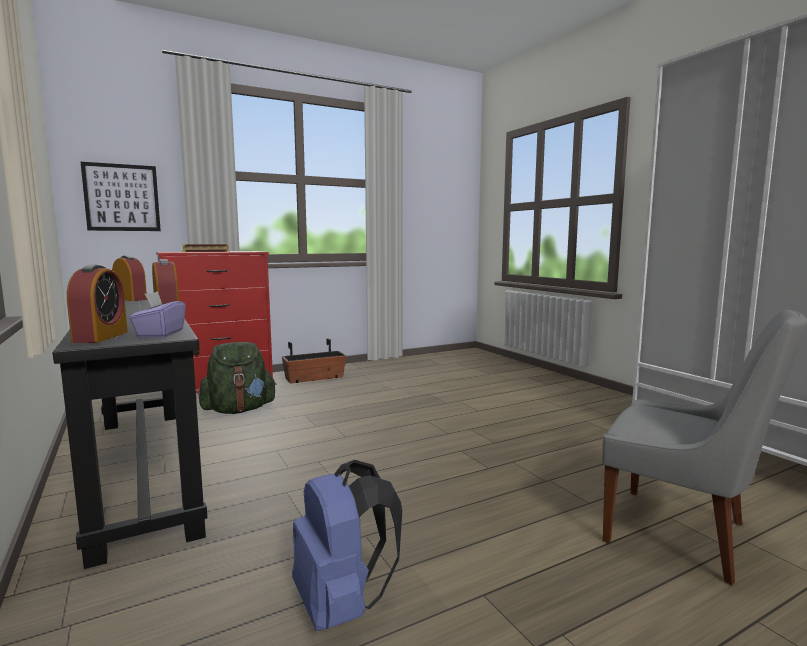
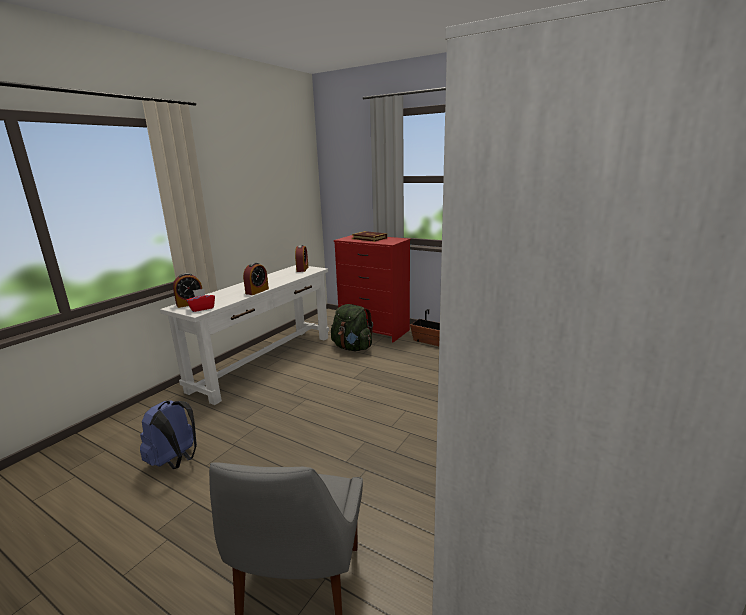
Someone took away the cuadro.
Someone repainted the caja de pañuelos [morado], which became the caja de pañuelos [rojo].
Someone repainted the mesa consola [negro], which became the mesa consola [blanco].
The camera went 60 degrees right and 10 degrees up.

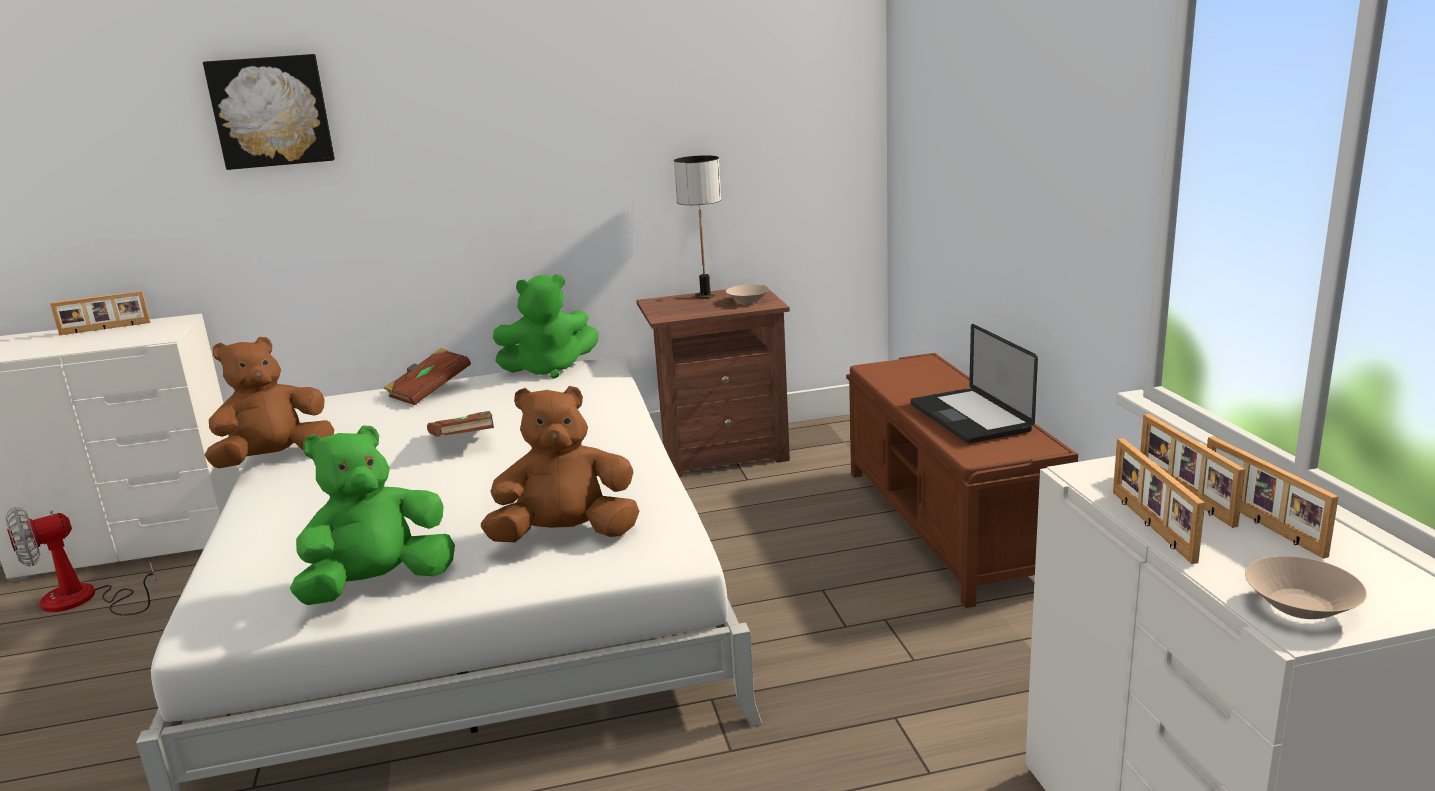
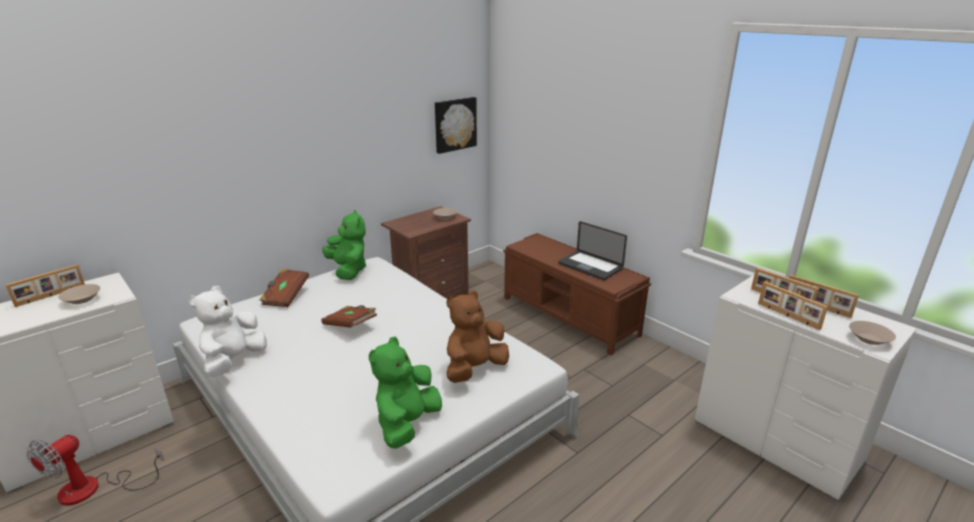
Someone carried the cuadro.
Someone took away the lámpara de mesa.
Someone rotated the peluche [verde] (2nd from left in the first image) by 75 degrees counterclockwise.
Someone repainted the peluche [marrón] (1st from left), which became the peluche [blanco].
Someone put down the cuenco [beis] (1st from left).
The camera went 30 degrees left and 5 degrees up.

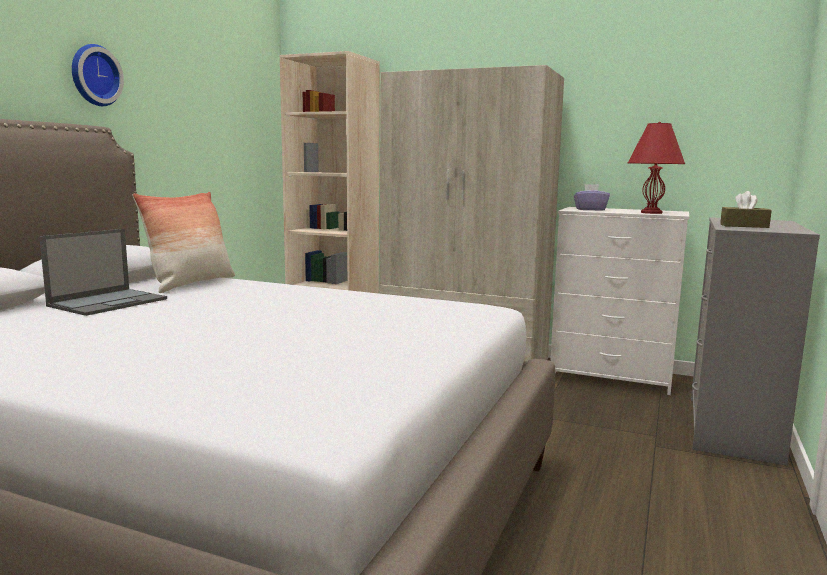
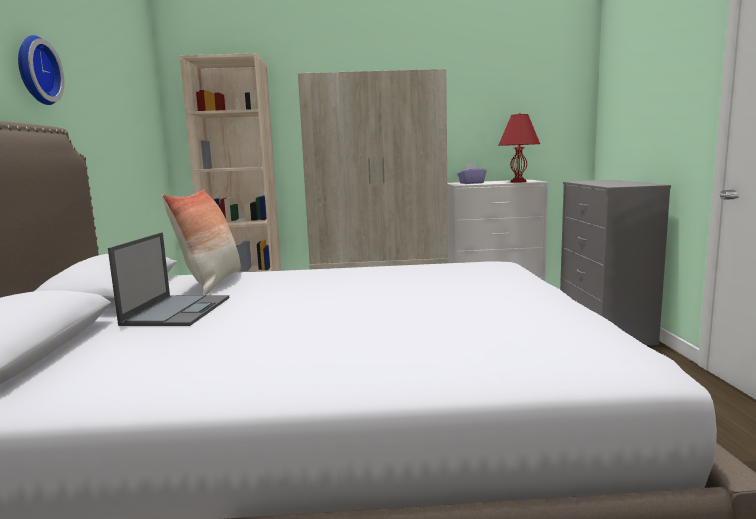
Someone took away the caja de pañuelos [marrón].
The camera went 25 degrees left and 0 degrees up.

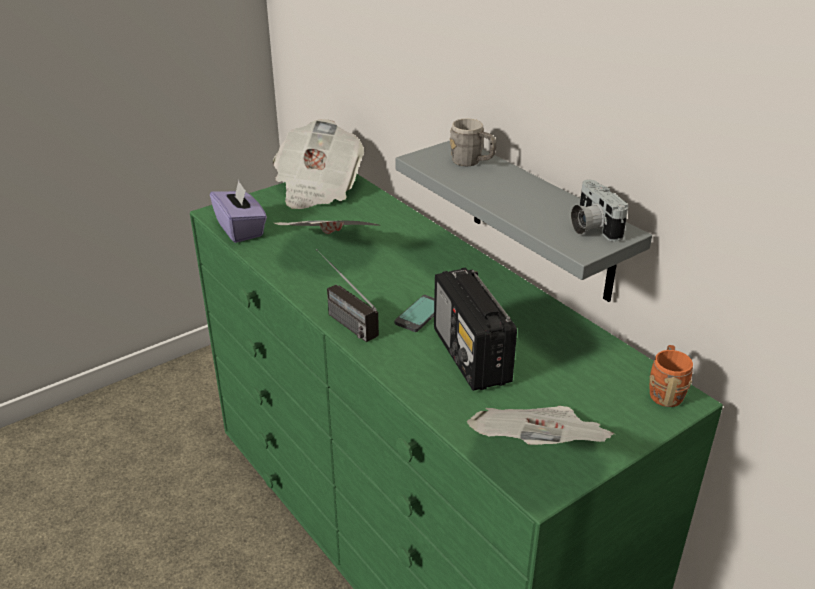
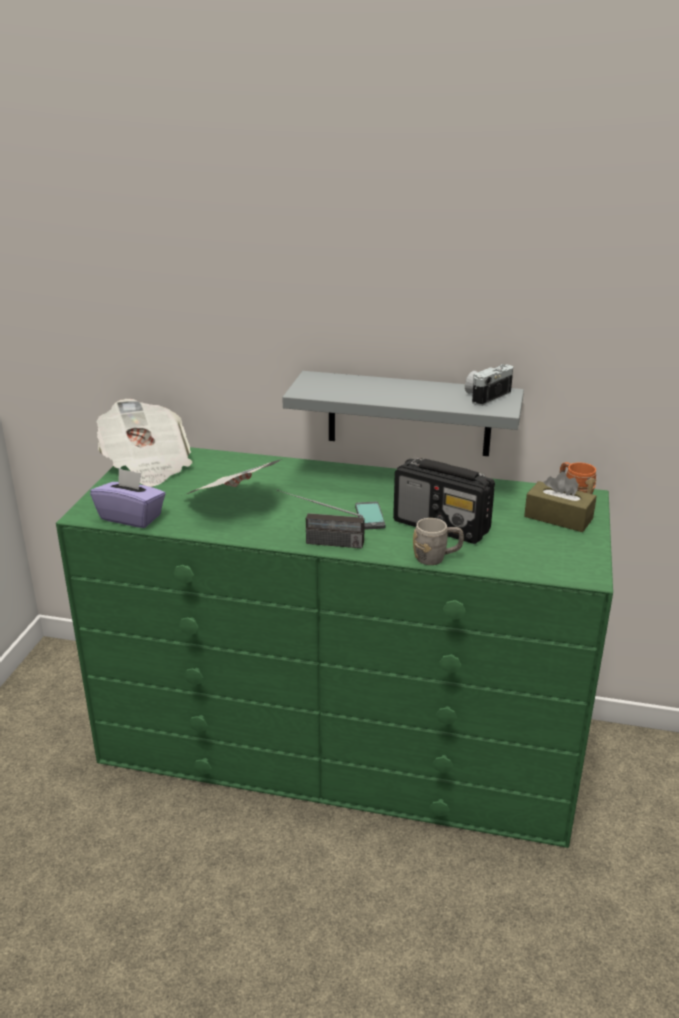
Someone carried the taza grande [gris].
Someone rotated the cámara by 105 degrees clockwise.
Someone took away the periódico (3rd from left).
Someone put down the caja de pañuelos [marrón].
The camera went 40 degrees left and 5 degrees down.

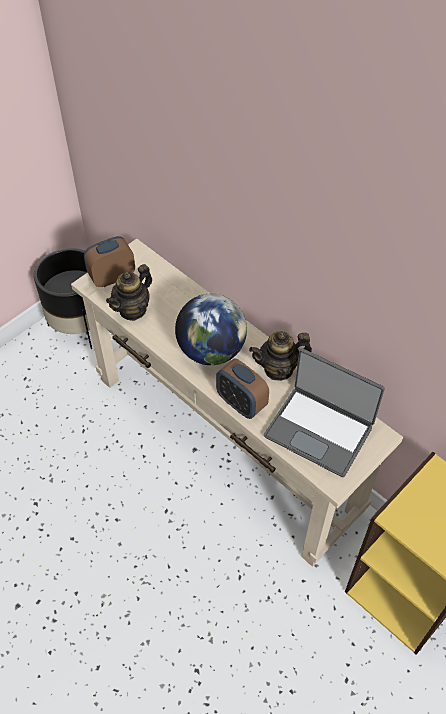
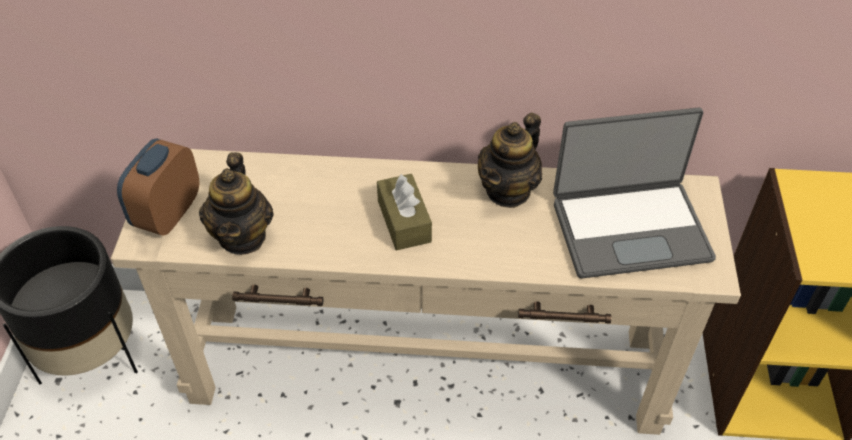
Someone swapped the globo terráqueo for the caja de pañuelos [marrón].
Someone took away the despertador (2nd from left).
The camera went 40 degrees left and 5 degrees down.

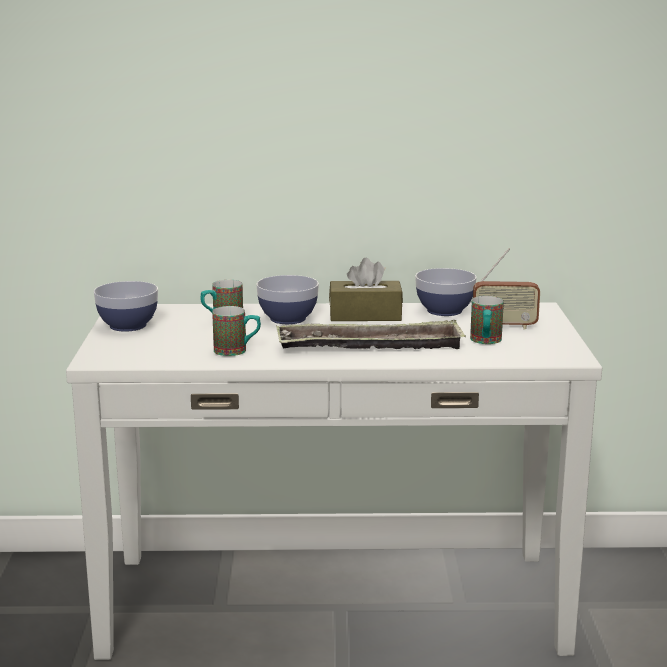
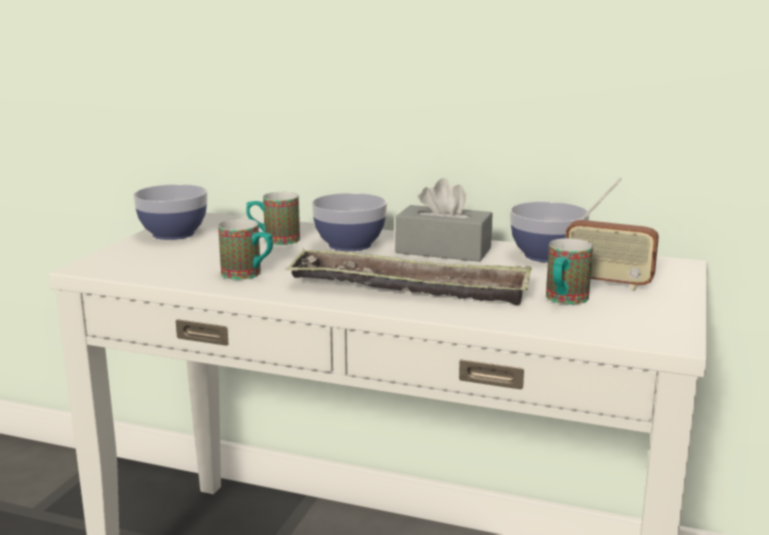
Someone repainted the caja de pañuelos [marrón], which became the caja de pañuelos [gris].
The camera went 20 degrees right and 0 degrees up.

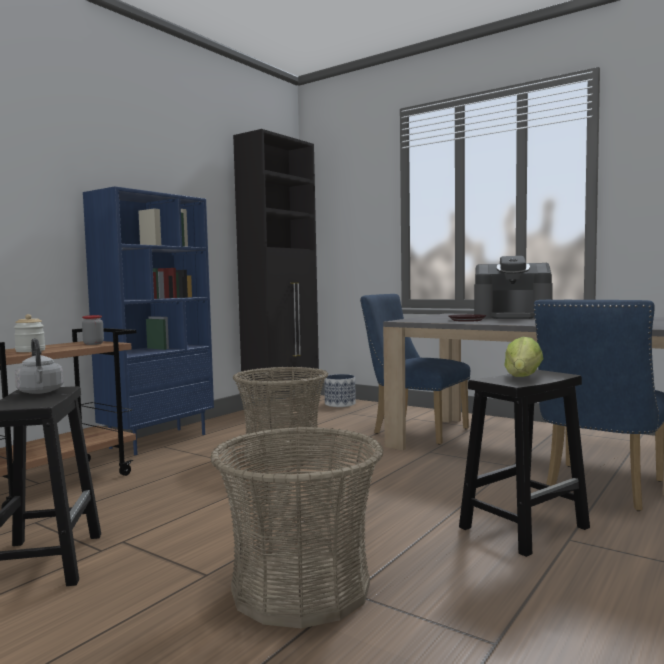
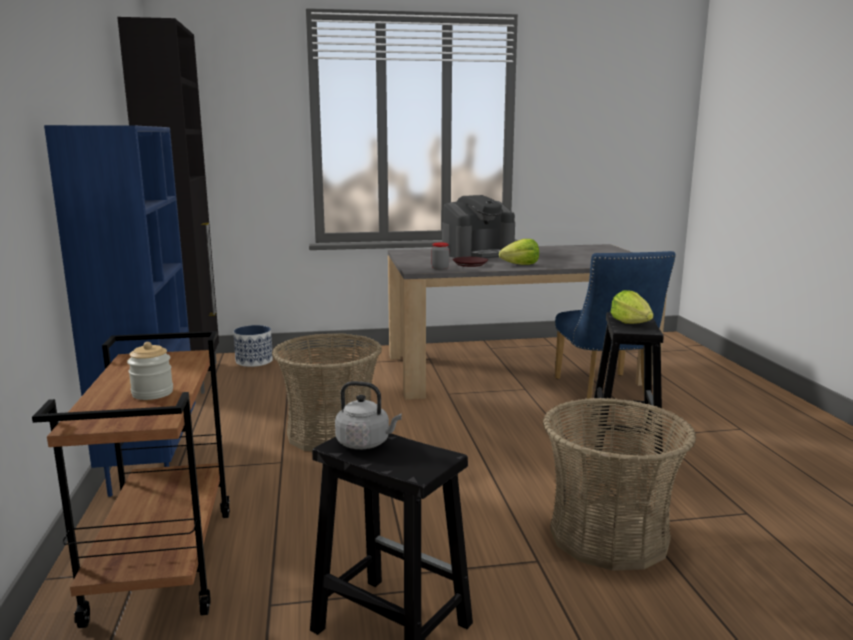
Someone took away the silla [azul] (1st from left).
Someone carried the tarro (2nd from left).
Someone put down the lechuga (1st from left).
The camera went 45 degrees left and 10 degrees up.

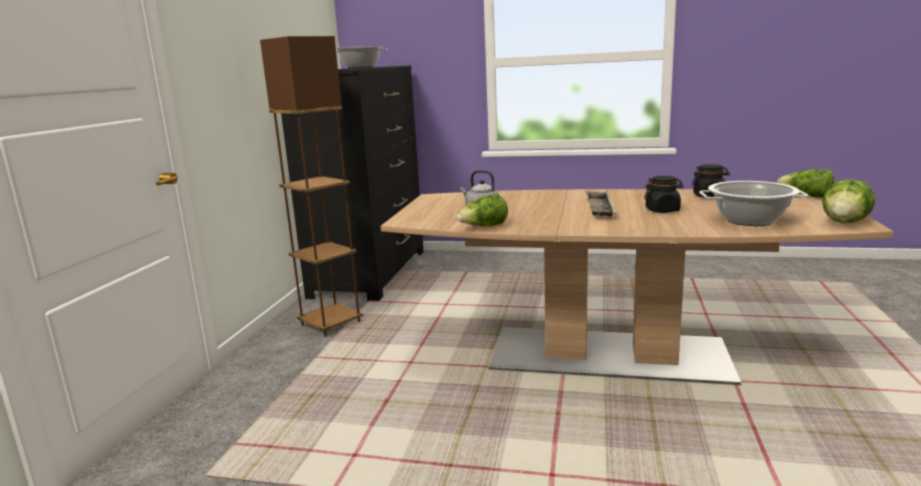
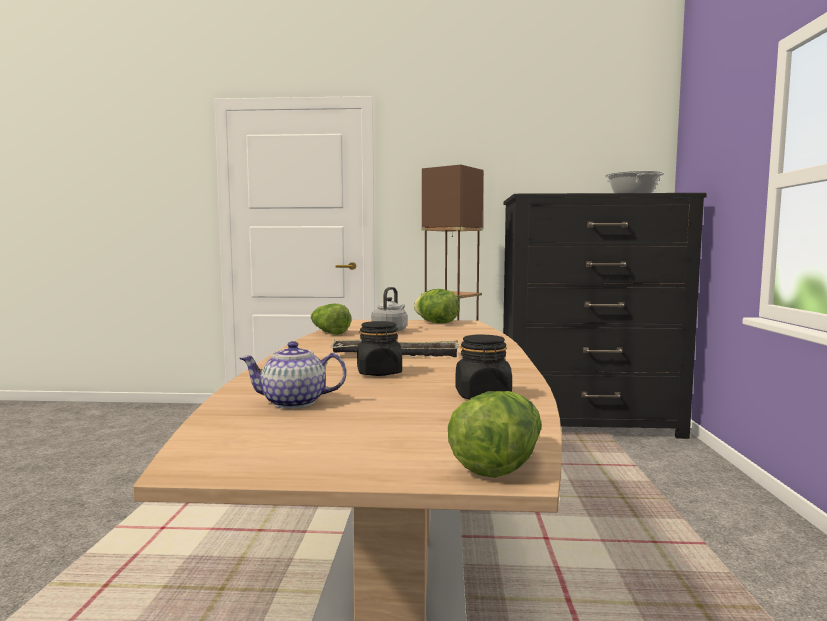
Someone carried the lechuga (3rd from left in the first image).
Someone swapped the olla (2nd from left) for the tetera.
The camera went 80 degrees right and 10 degrees down.

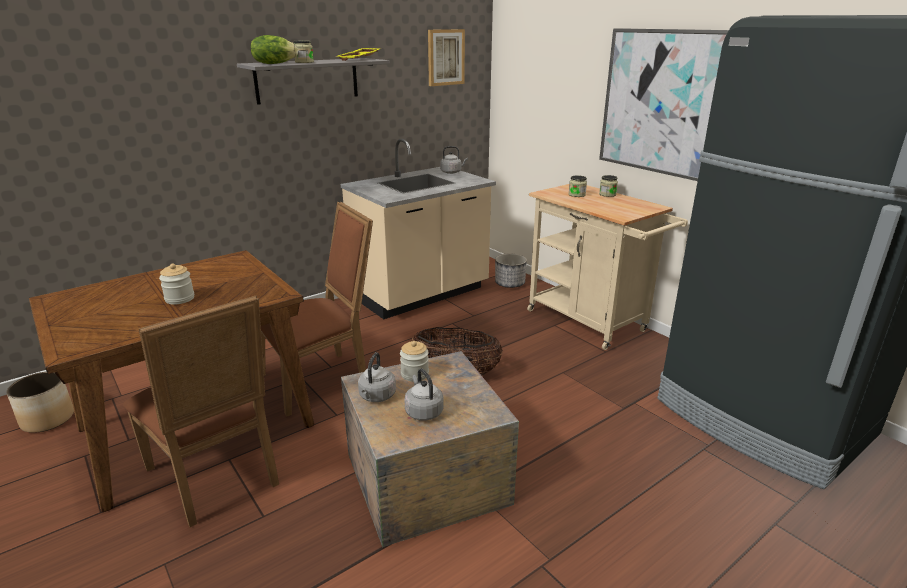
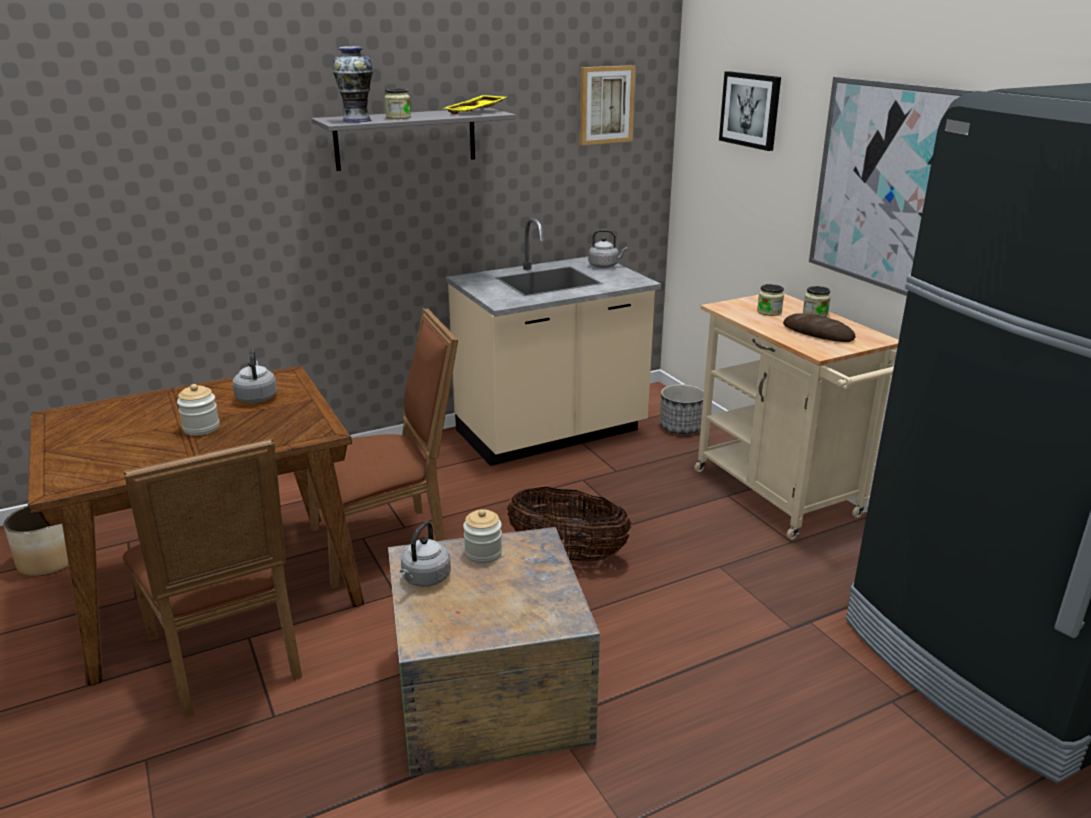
Someone swapped the lechuga for the florero.
Someone carried the hervidor [gris] (2nd from left in the first image).
Someone put up the cuadro (2nd from left).
Someone put down the pan.
The camera went 10 degrees right and 0 degrees up.

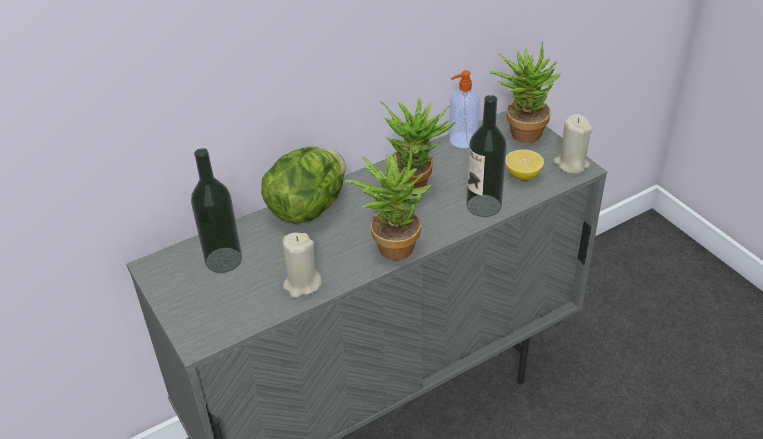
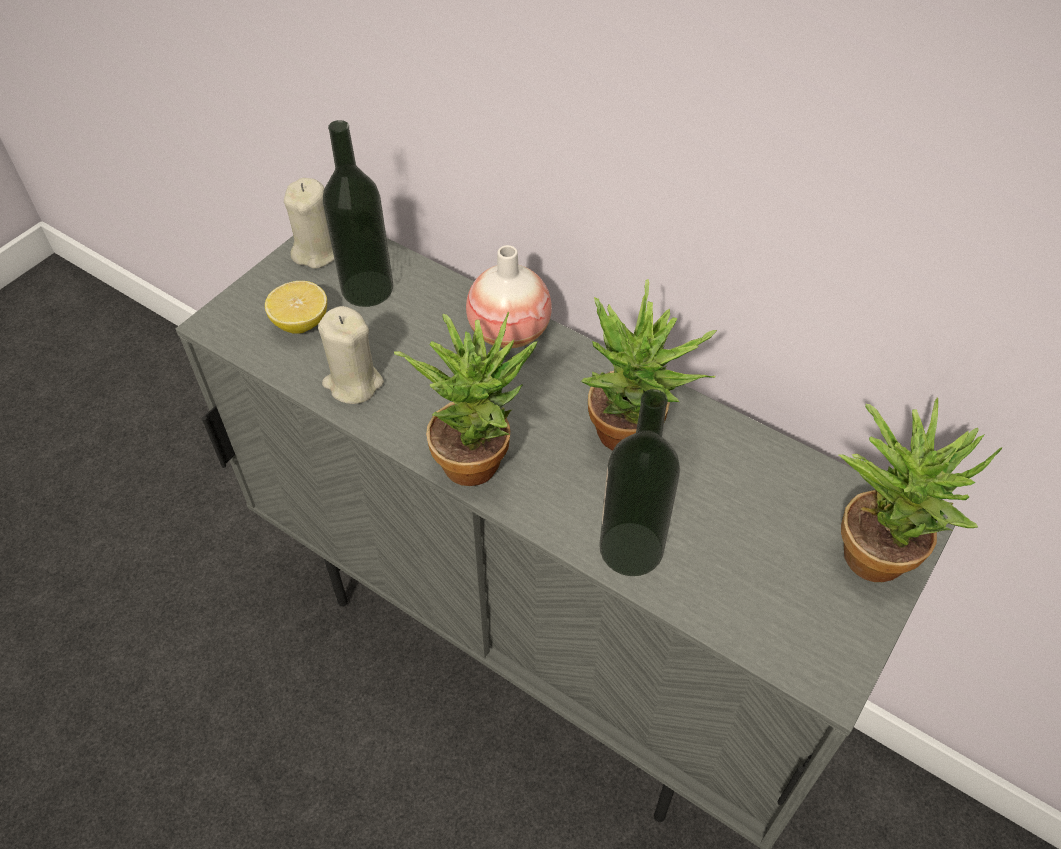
Someone took away the dispensador de jabón.
Someone carried the vela [beis] (2nd from left in the first image).
Someone swapped the lechuga for the florero.
Someone carried the limón.
The camera went 65 degrees right and 10 degrees up.

